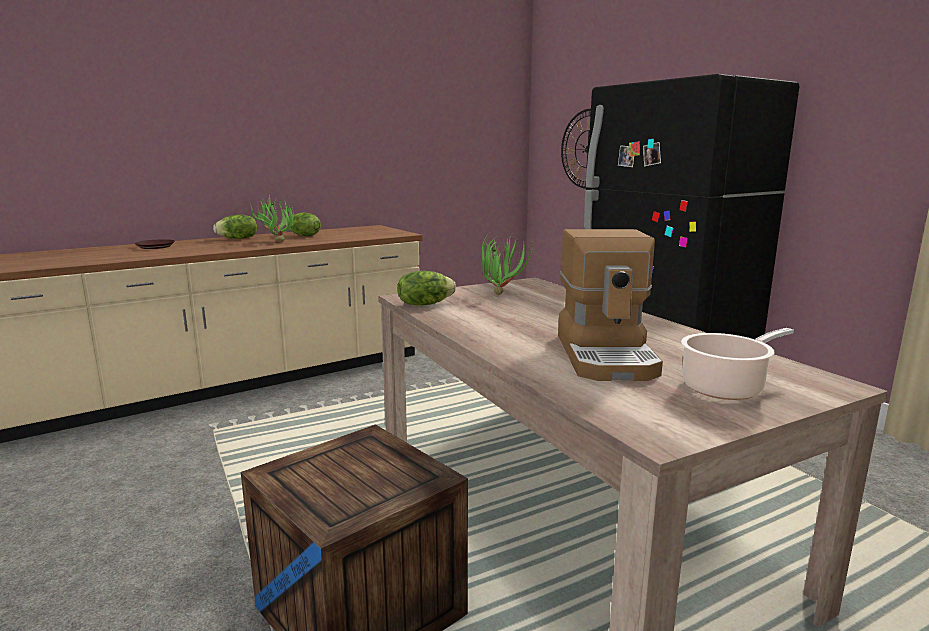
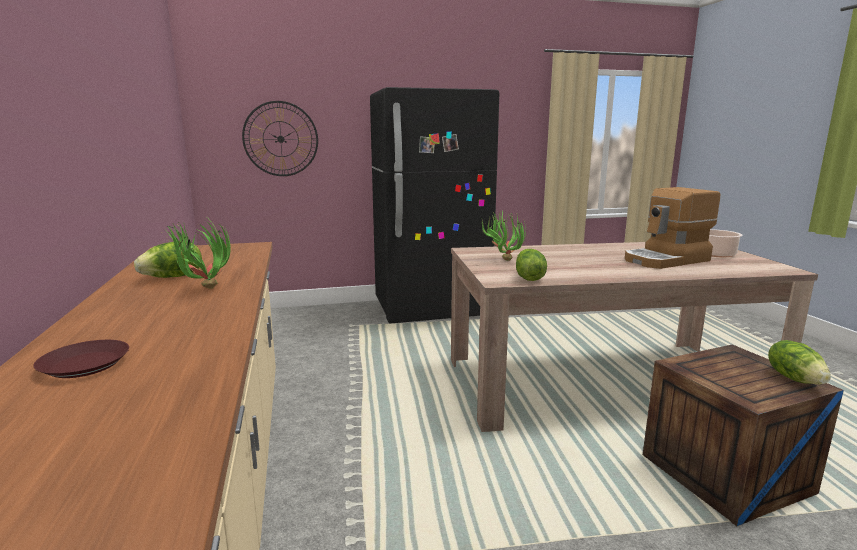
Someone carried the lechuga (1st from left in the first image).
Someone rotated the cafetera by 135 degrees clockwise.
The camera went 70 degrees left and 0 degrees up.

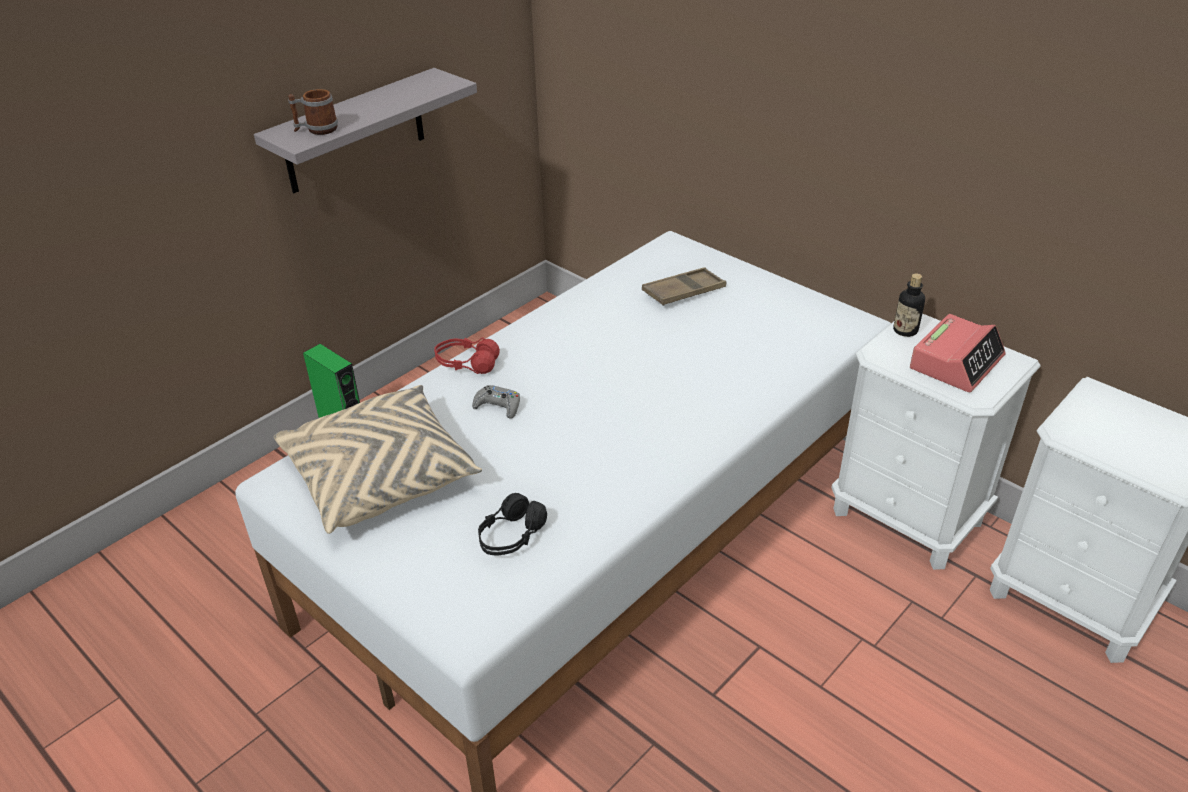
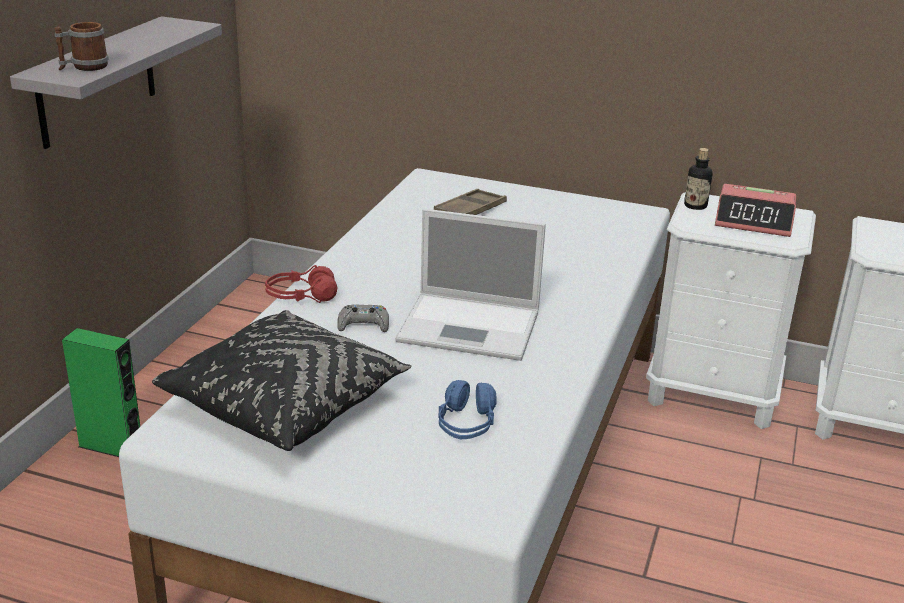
Someone rotated the despertador by 90 degrees clockwise.
Someone repainted the cojín [beis], which became the cojín [negro].
Someone repainted the auriculares [negro], which became the auriculares [azul].
Someone put down the portátil.
The camera went 25 degrees left and 10 degrees down.

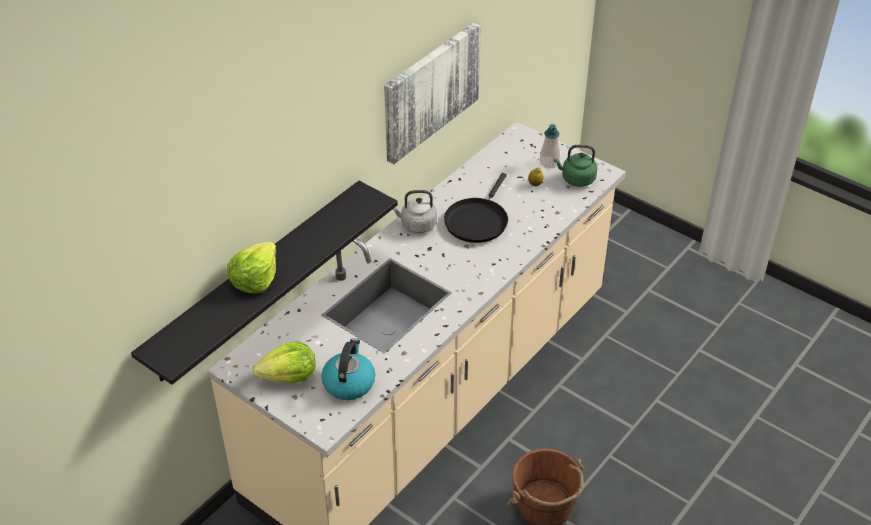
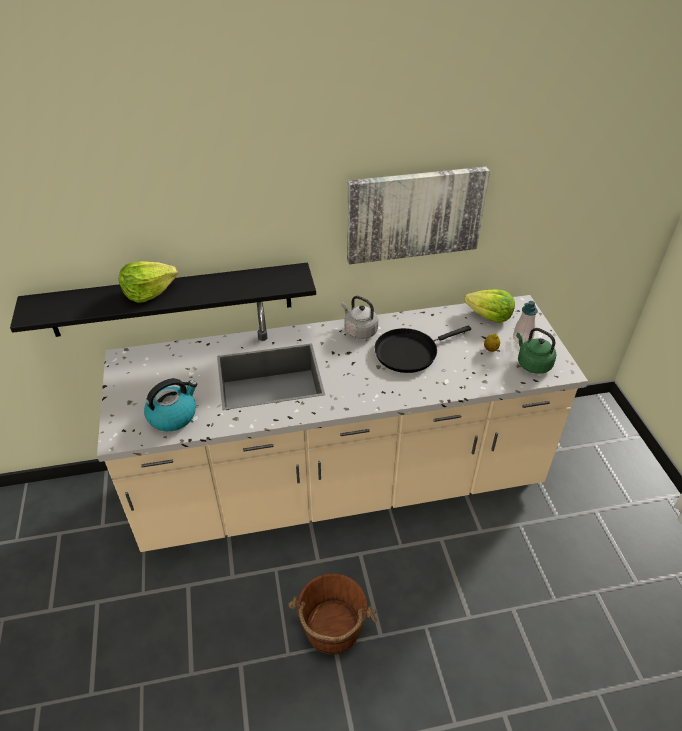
Someone carried the lechuga (2nd from left).
The camera went 40 degrees right and 0 degrees up.

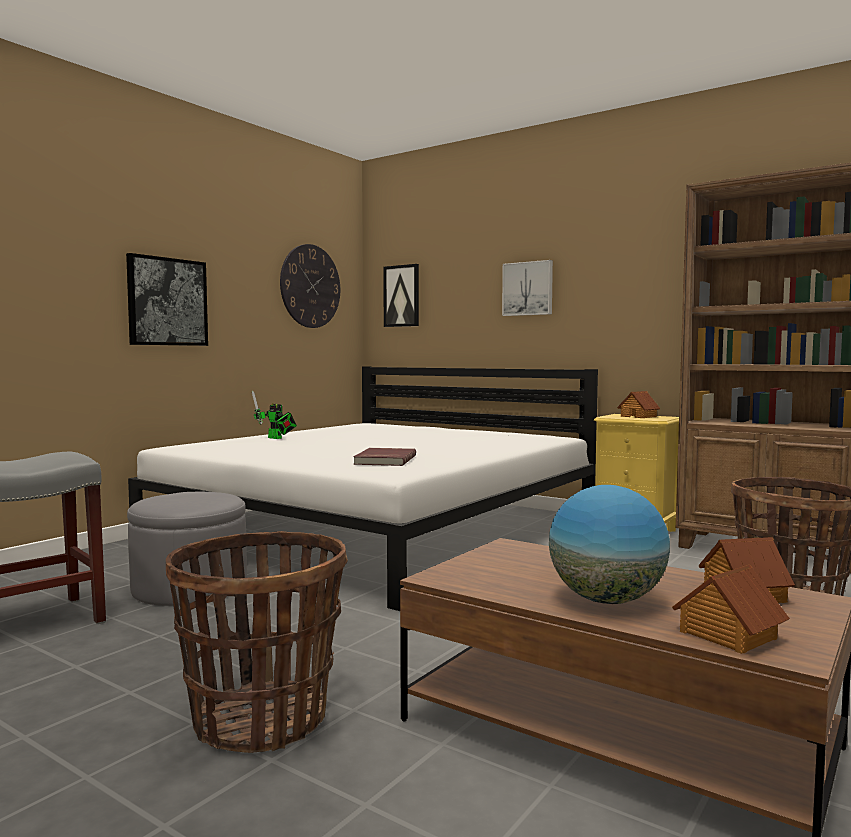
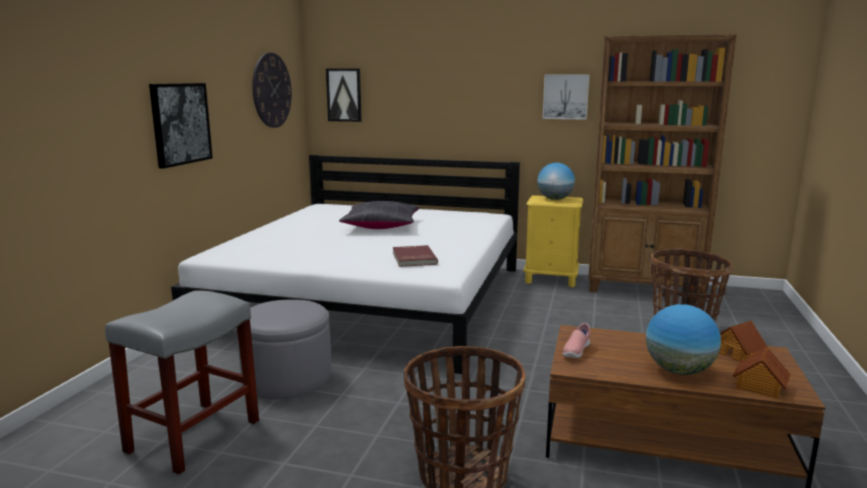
Someone carried the cuadro (3rd from left).
Someone took away the robot de juguete.
Someone swapped the casita (1st from left) for the globo terráqueo (1st from left).
Someone put down the cojín [negro].
Someone put down the zapato [rosa].
The camera went 20 degrees left and 10 degrees up.

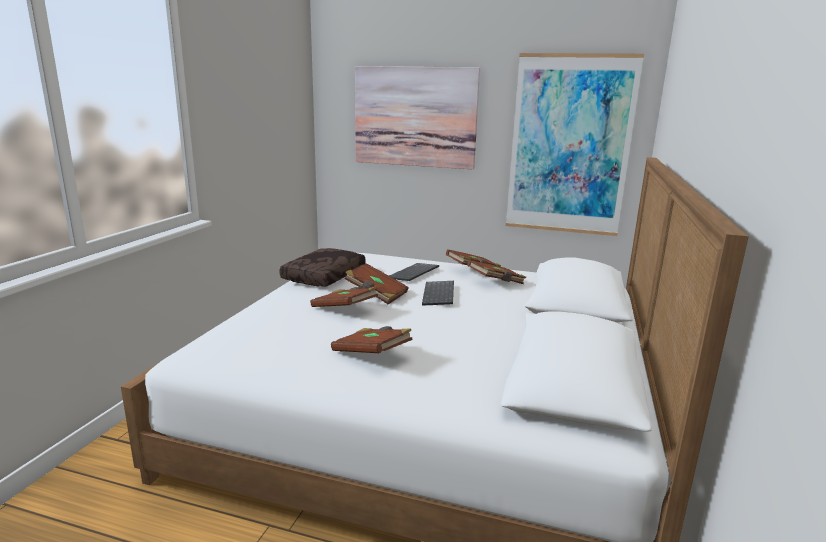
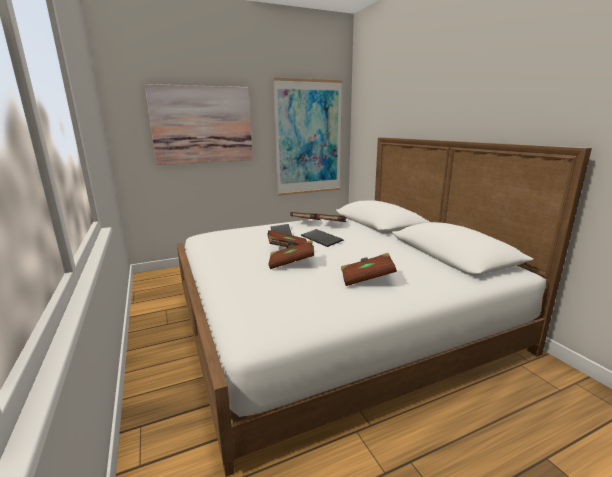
Someone took away the cojín [marrón].
The camera went 40 degrees left and 0 degrees up.

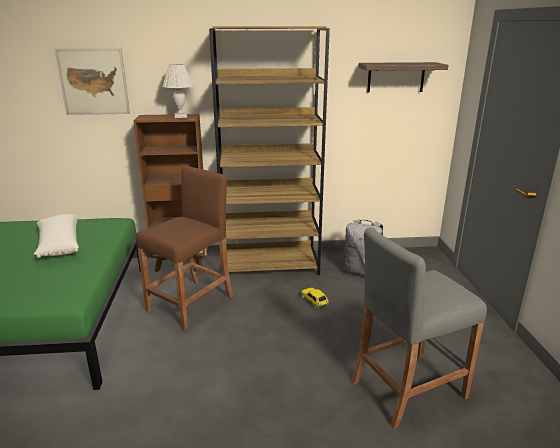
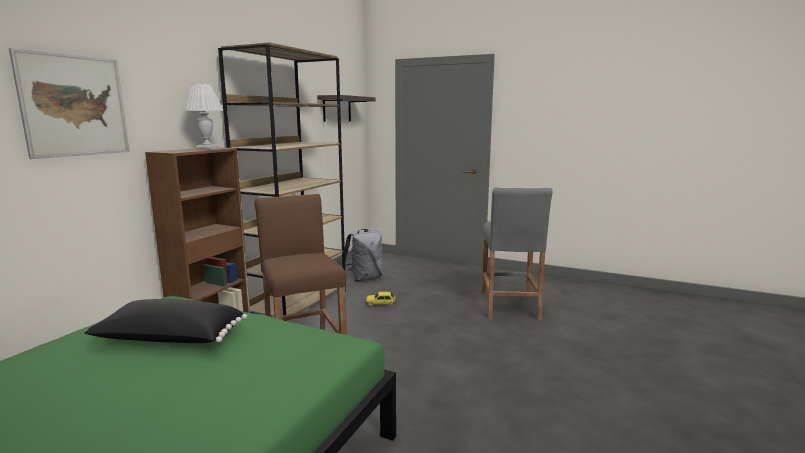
Someone repainted the cojín [blanco], which became the cojín [negro].
The camera went 60 degrees left and 10 degrees down.

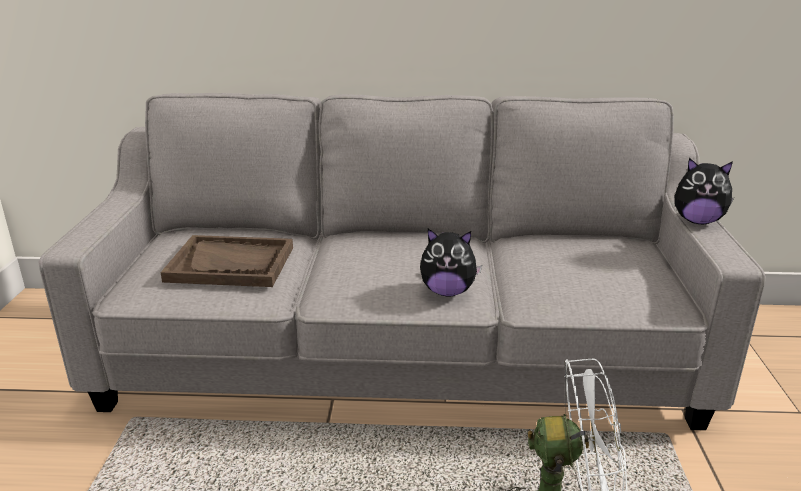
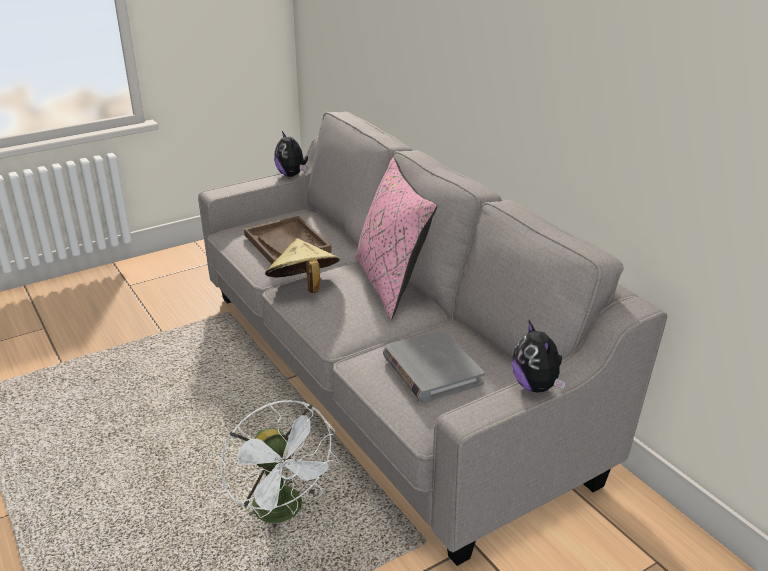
Someone carried the peluche (1st from left).
Someone put down the cojín [rosa].
Someone put down the sombrero [beis].
Someone put down the libro [gris].
The camera went 55 degrees right and 5 degrees up.

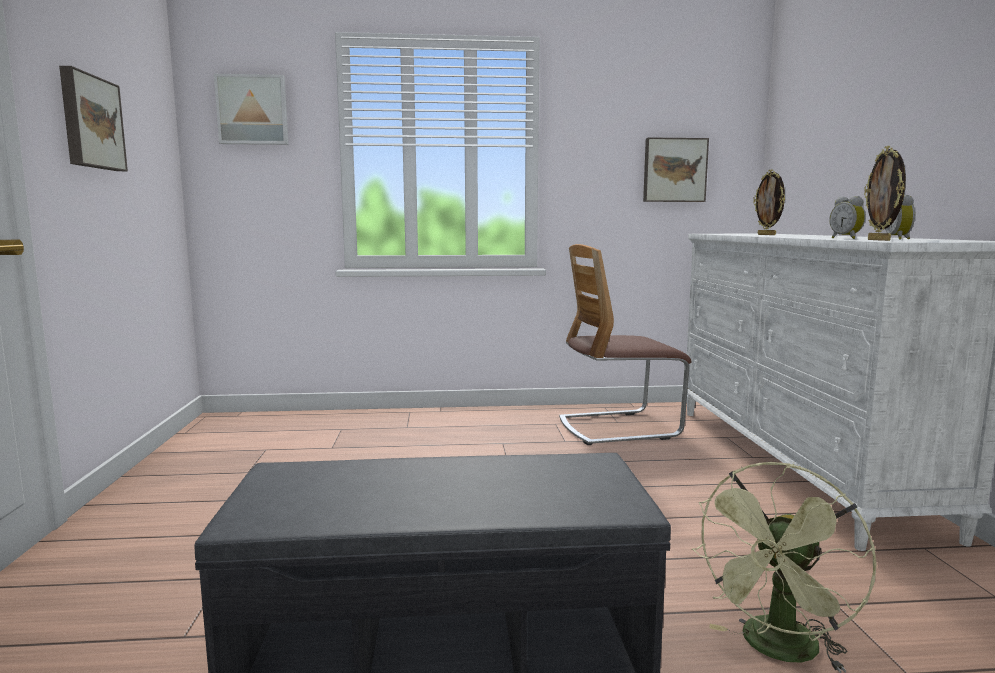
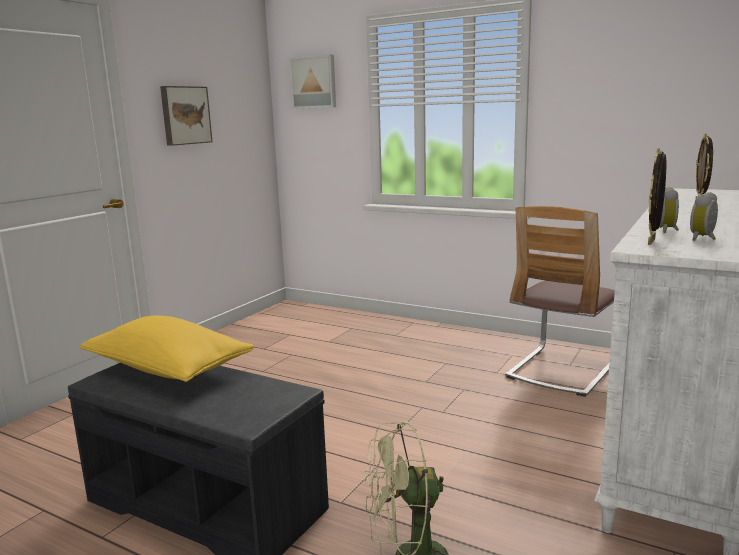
Someone took away the cuadro (3rd from left).
Someone rotated the silla by 75 degrees counterclockwise.
Someone put down the cojín [amarillo].
The camera went 35 degrees right and 5 degrees up.

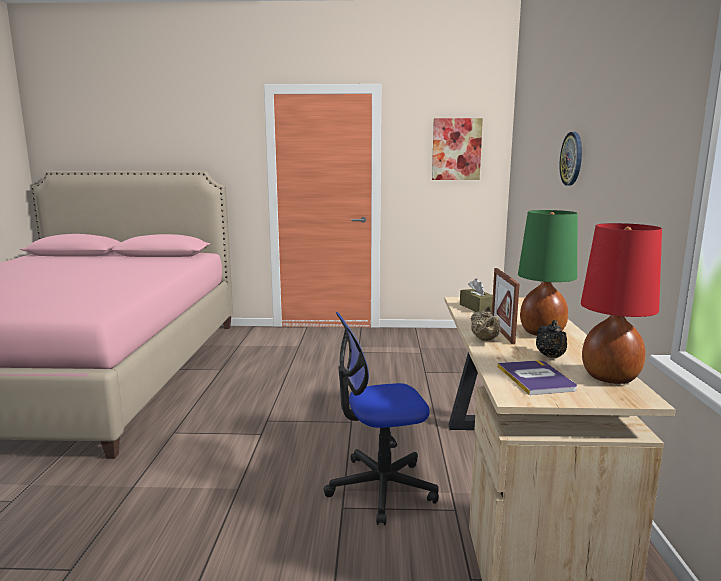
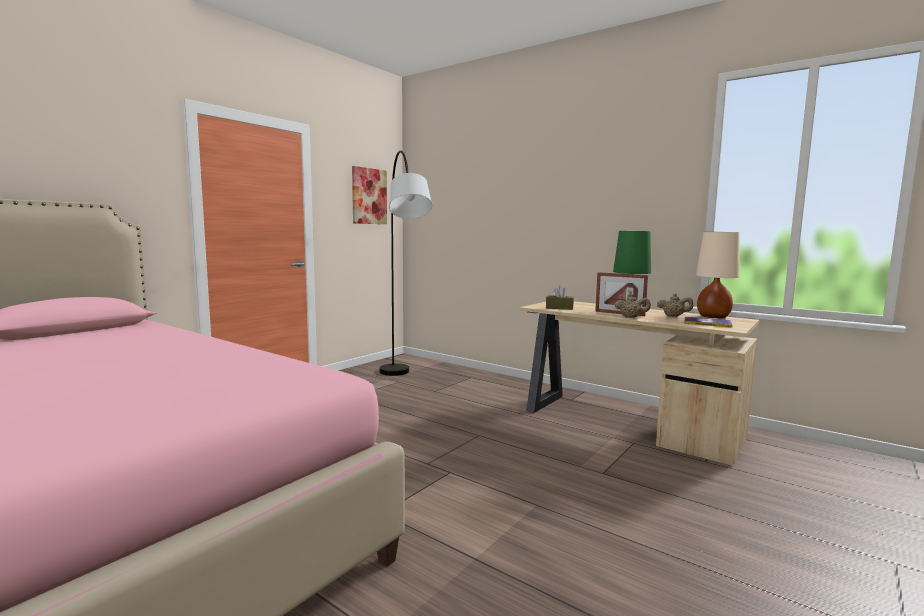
Someone took away the reloj de pared.
Someone repainted the lámpara de mesa [rojo], which became the lámpara de mesa [beis].
Someone took away the silla de oficina.
Someone repainted the tetera [negro], which became the tetera [beis] (2nd from left).
Someone put down the lámpara de pie [gris].
The camera went 55 degrees left and 5 degrees down.

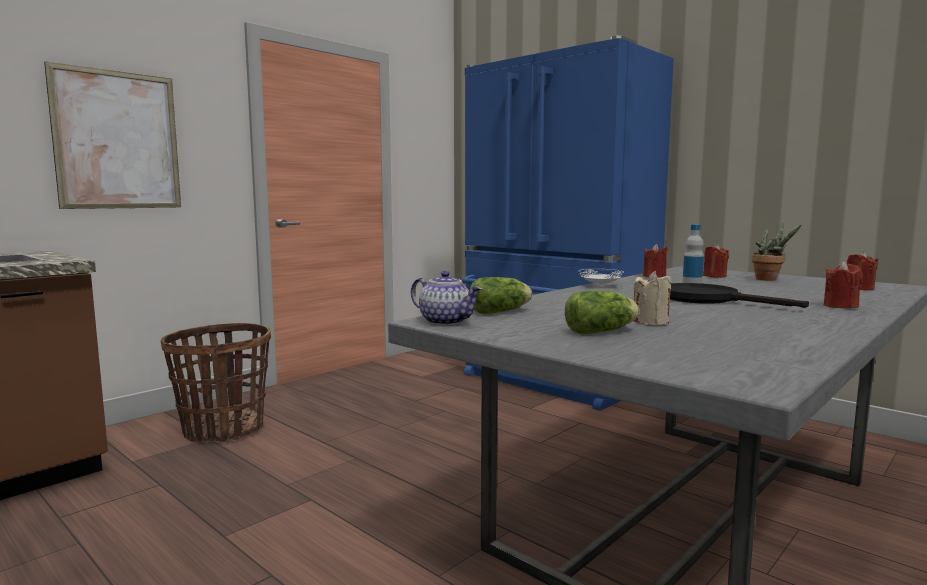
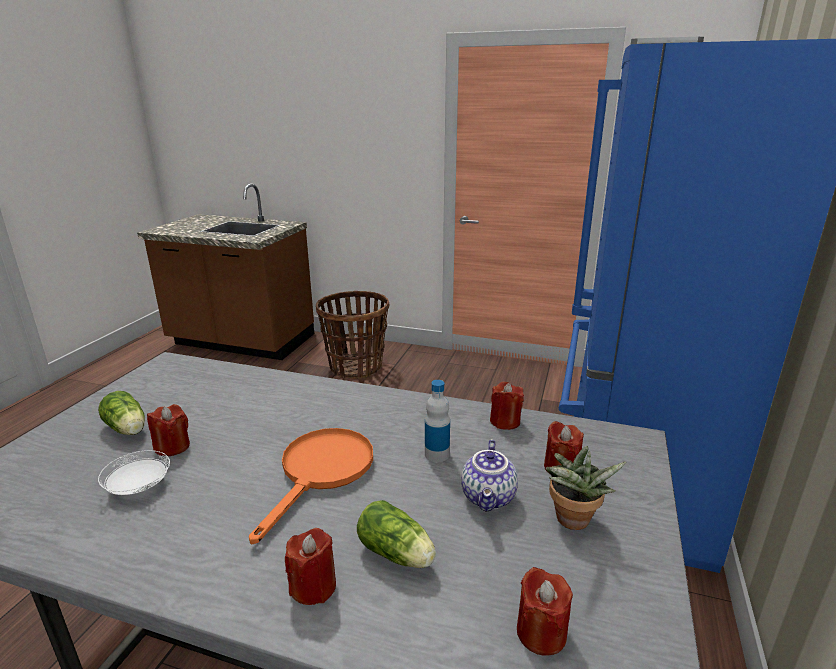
Someone took away the cuadro.
Someone carried the plato [blanco].
Someone carried the tetera.
Someone repainted the vela [beis], which became the vela [rojo] (1st from left).
Someone carried the lechuga (1st from left in the first image).
Someone repainted the sartén [negro], which became the sartén [naranja].
The camera went 65 degrees right and 15 degrees up.

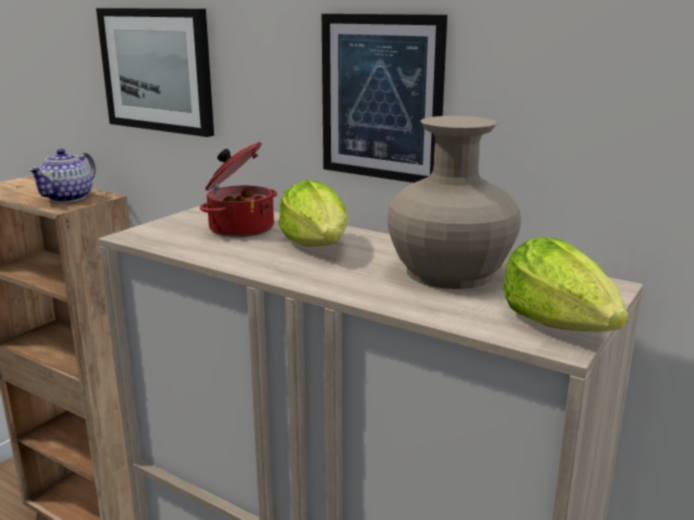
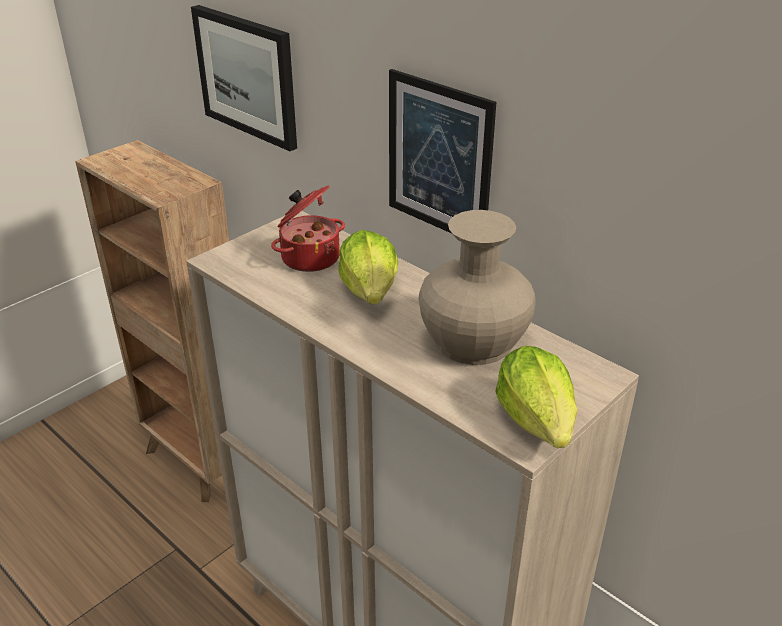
Someone took away the tetera.
The camera went 10 degrees right and 15 degrees up.

